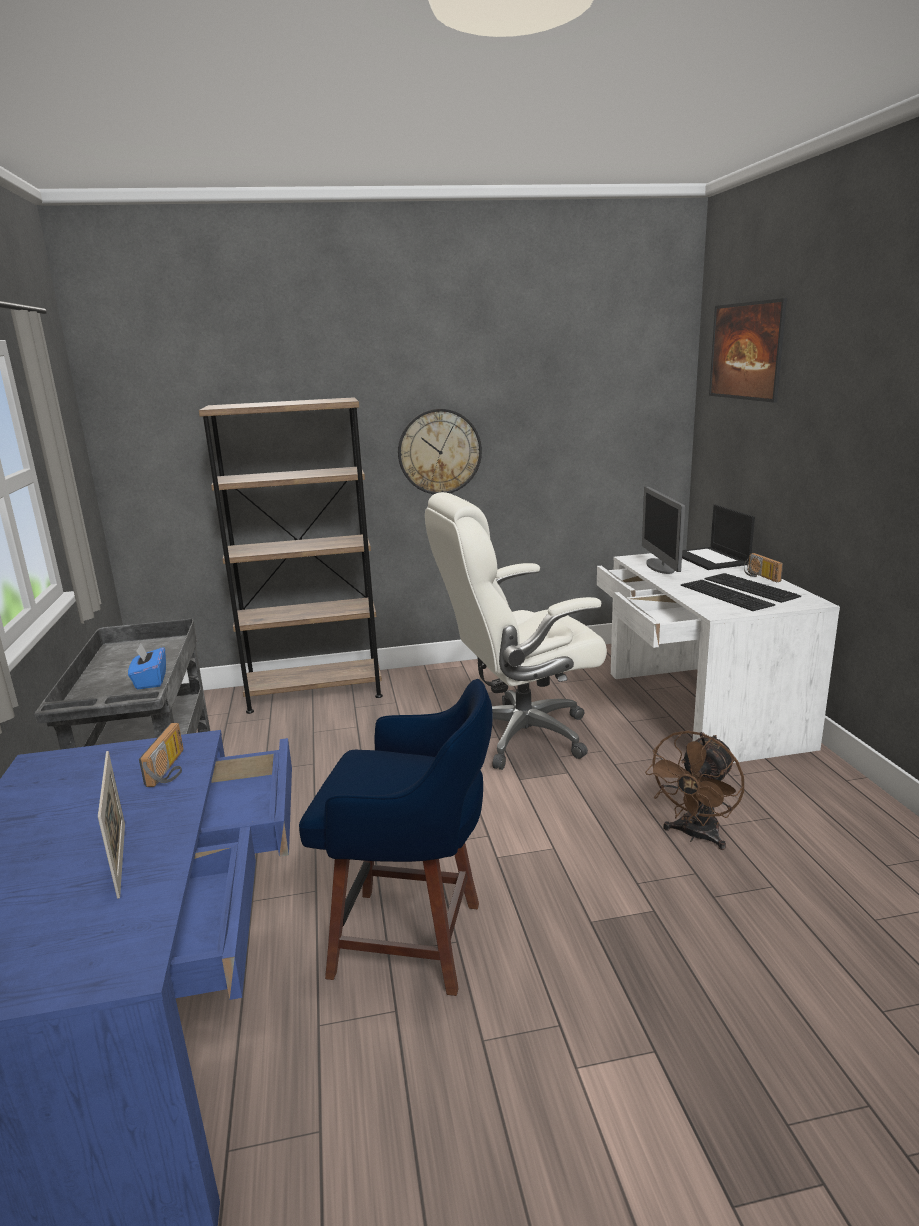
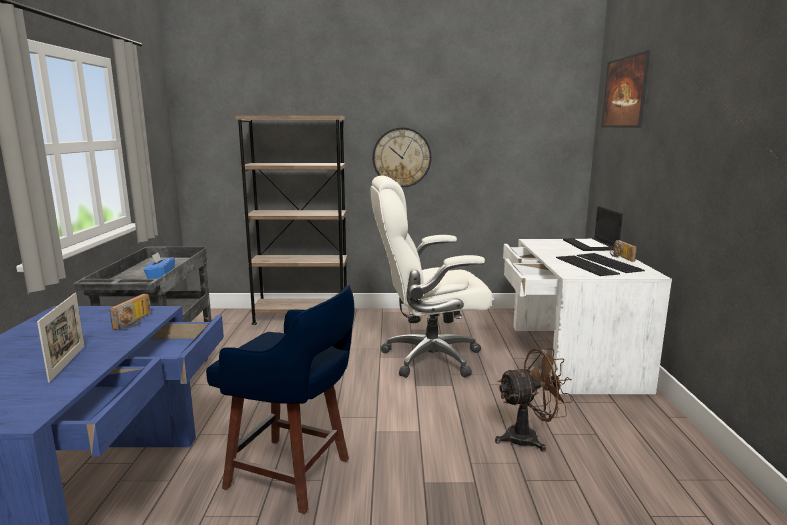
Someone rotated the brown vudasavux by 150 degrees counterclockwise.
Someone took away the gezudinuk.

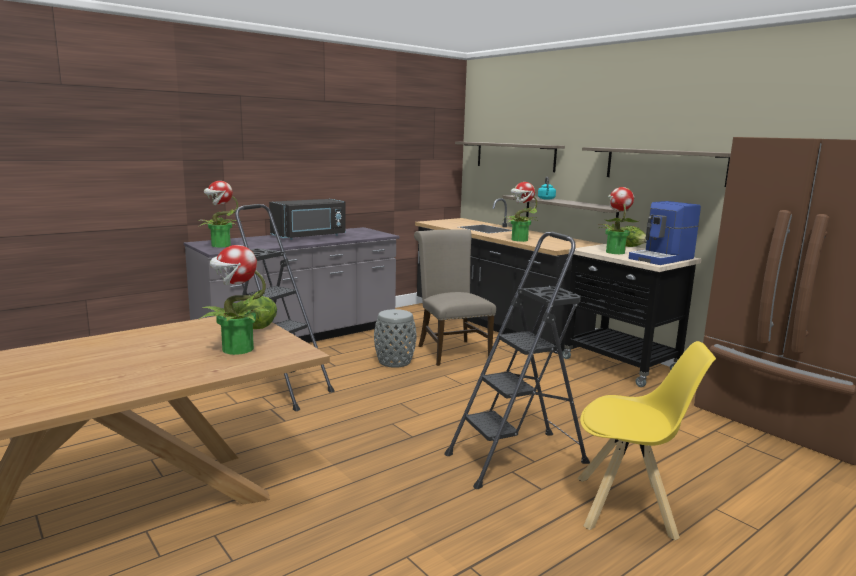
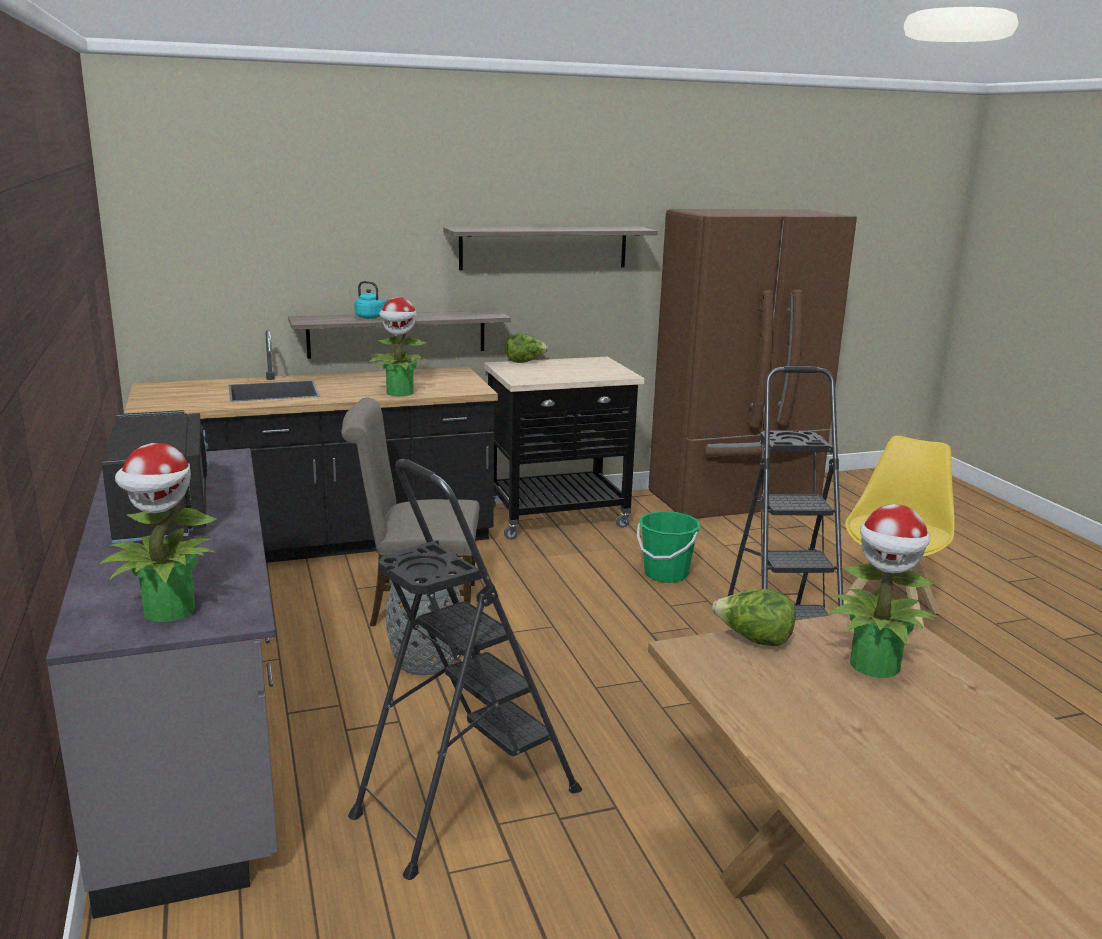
Someone put down the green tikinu.
Someone took away the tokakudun (1st from left).
Someone took away the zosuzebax (4th from left).
Someone took away the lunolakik.

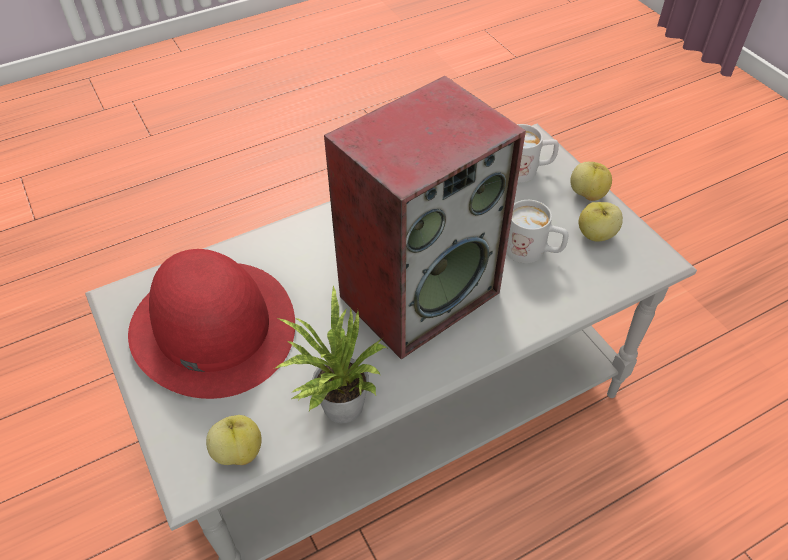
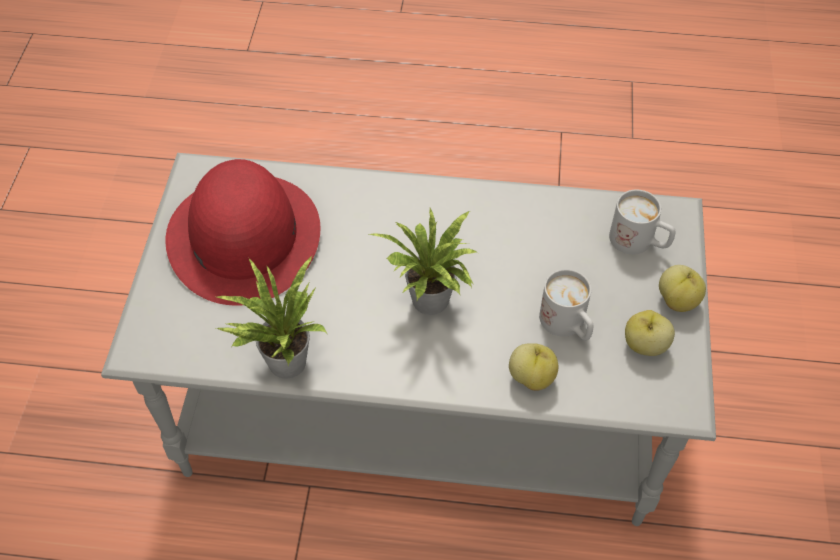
Someone swapped the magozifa for the zosuzebax (2nd from left).
Someone carried the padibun (1st from left).

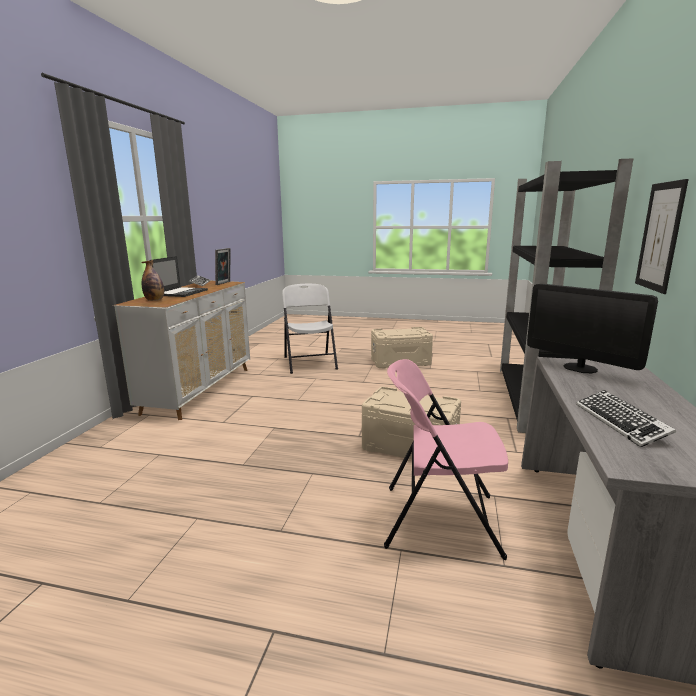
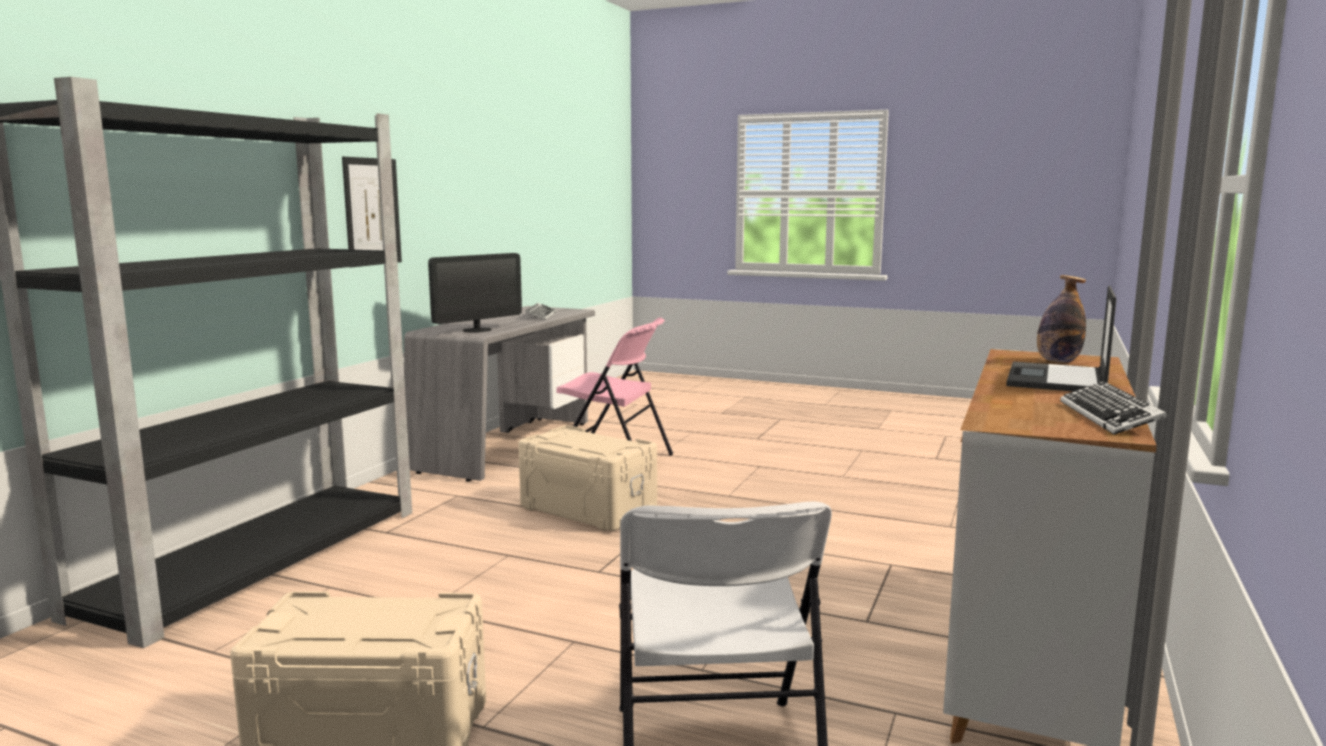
Someone rotated the gezudinuk by 75 degrees clockwise.
Someone took away the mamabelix.

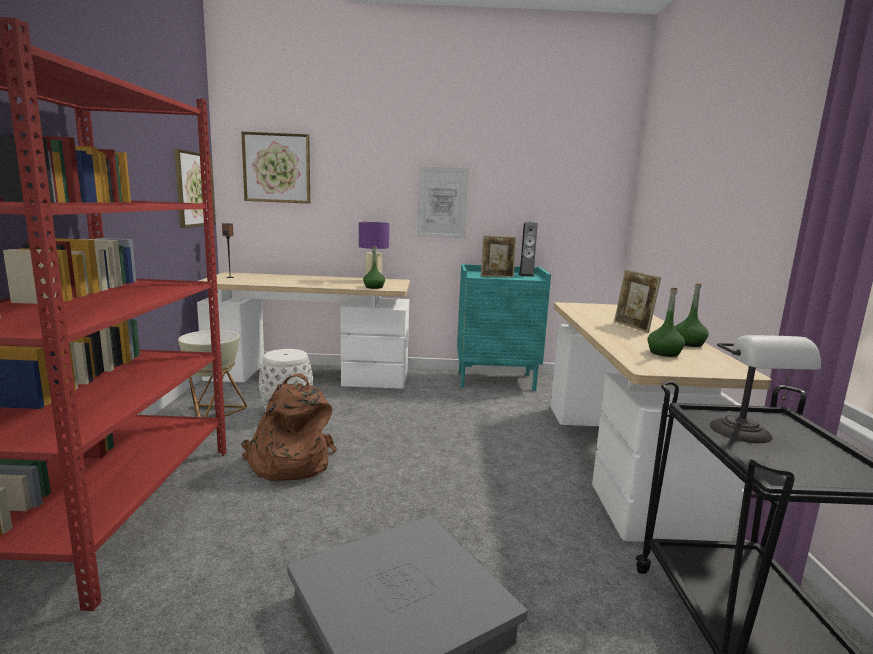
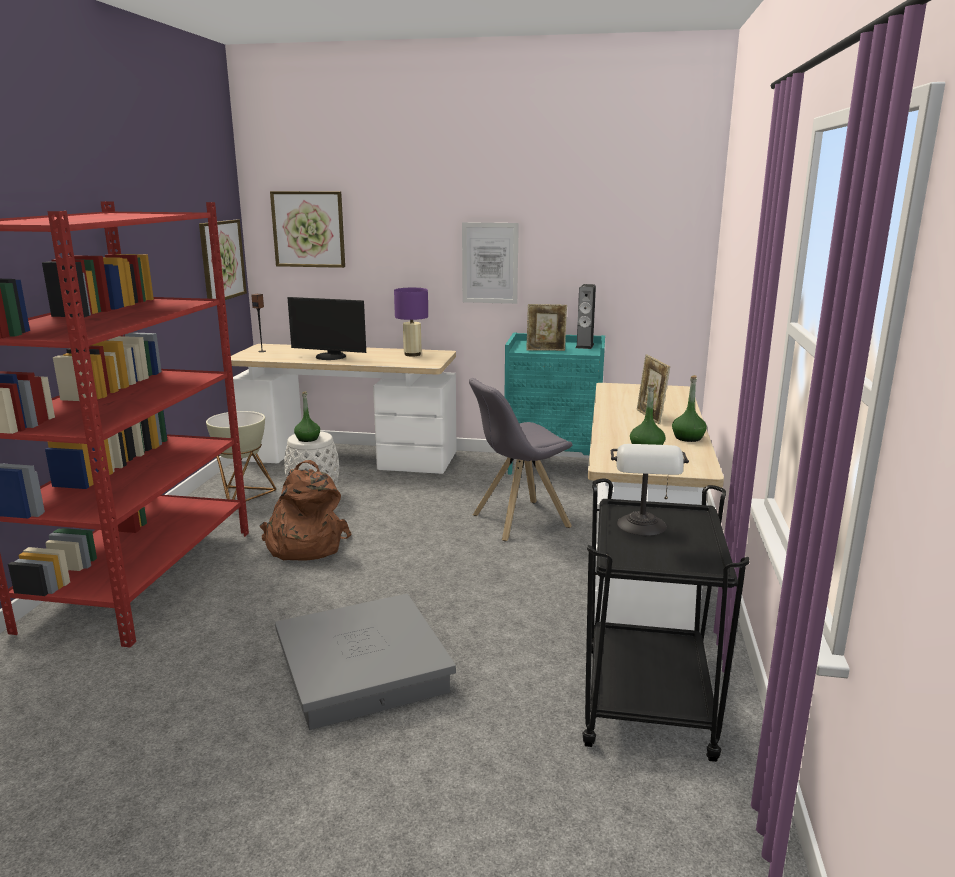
Someone put down the gezudinuk.
Someone carried the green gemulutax (1st from left).
Someone put down the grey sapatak.

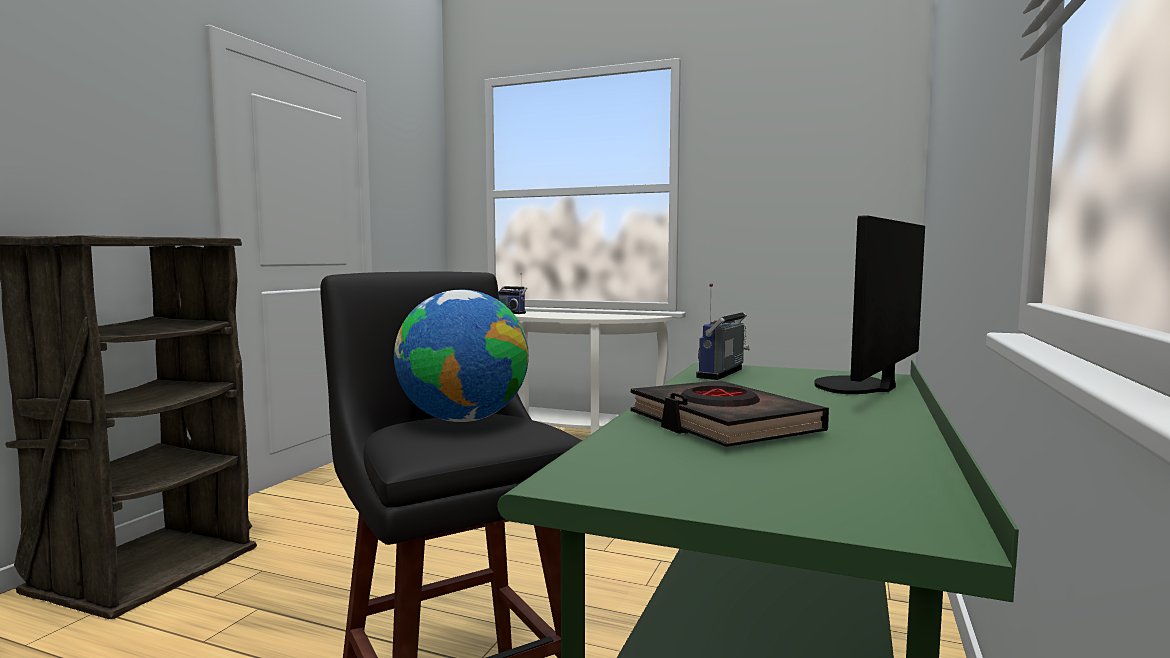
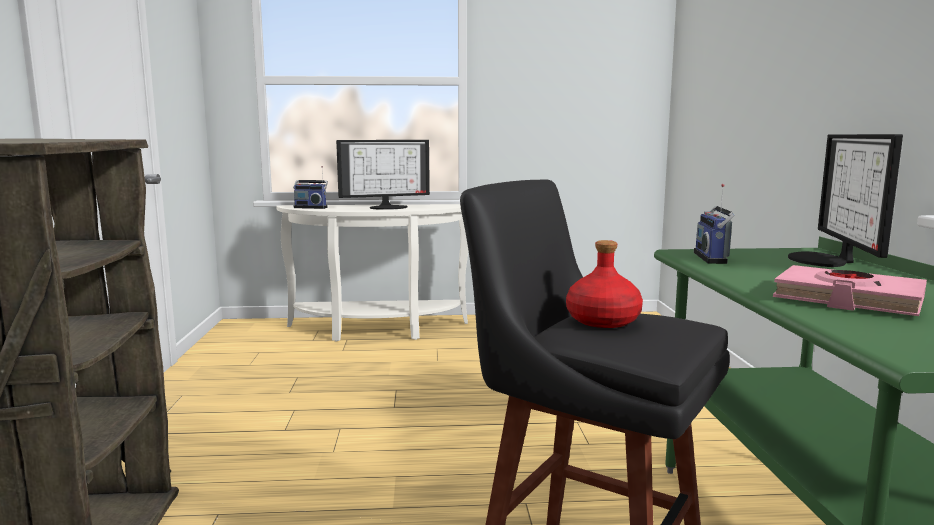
Someone put down the gezudinuk (1st from left).
Someone swapped the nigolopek for the red gemulutax.
Someone repainted the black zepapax, which became the pink zepapax.

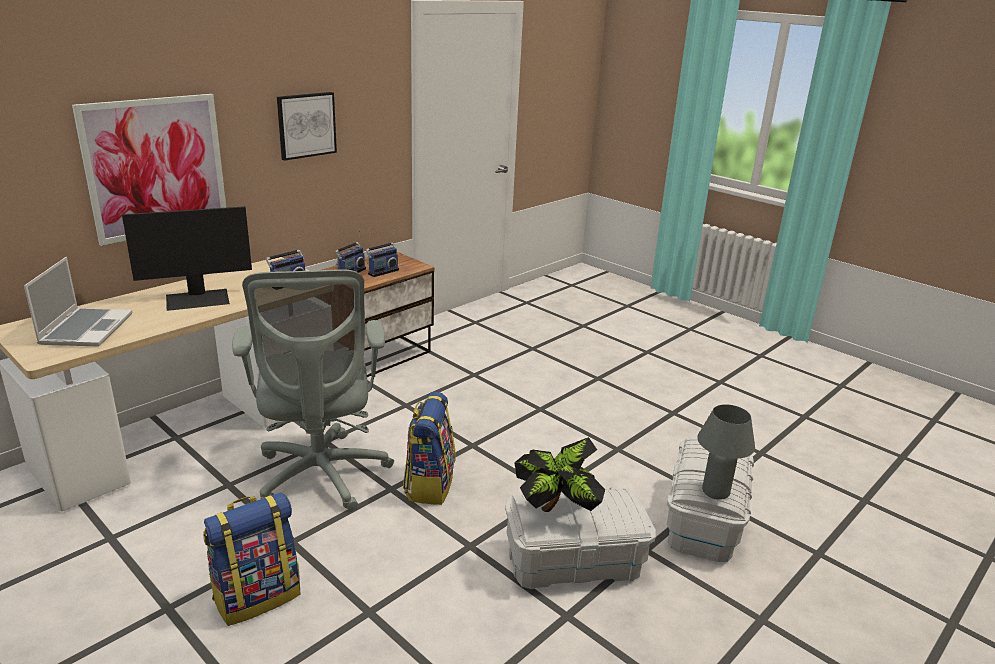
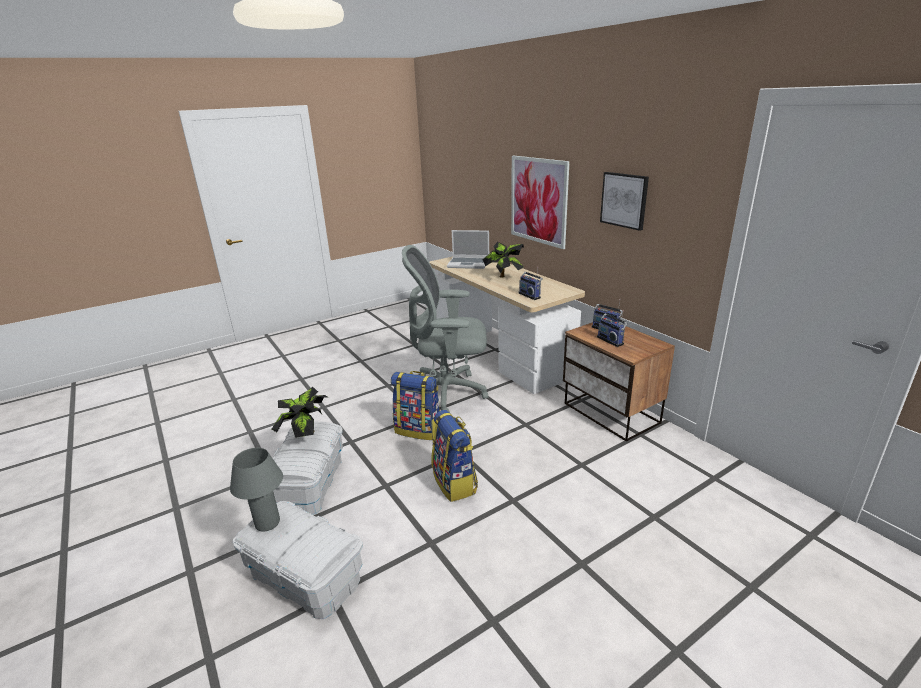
Someone carried the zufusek (1st from left in the first image).
Someone swapped the gezudinuk for the zosuzebax (2nd from left).

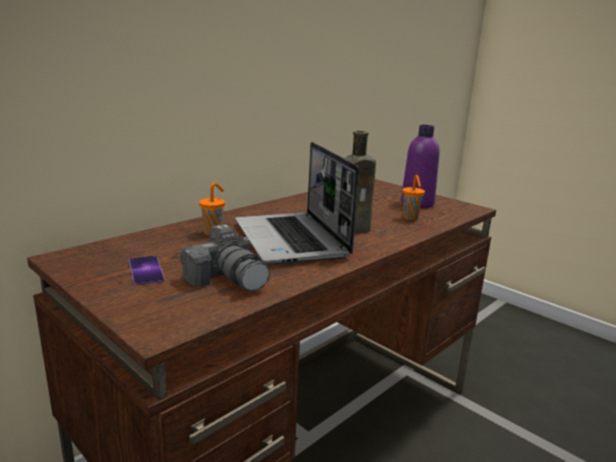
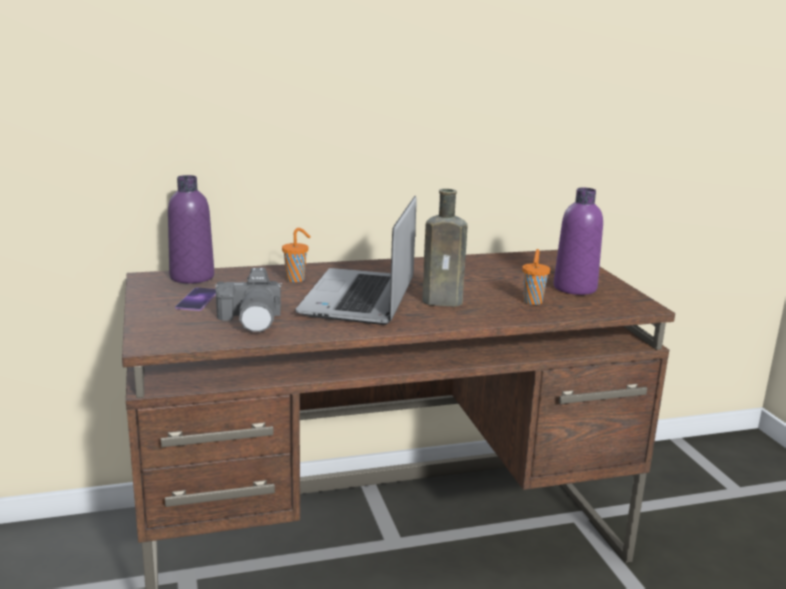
Someone put down the purple gemulutax (1st from left).

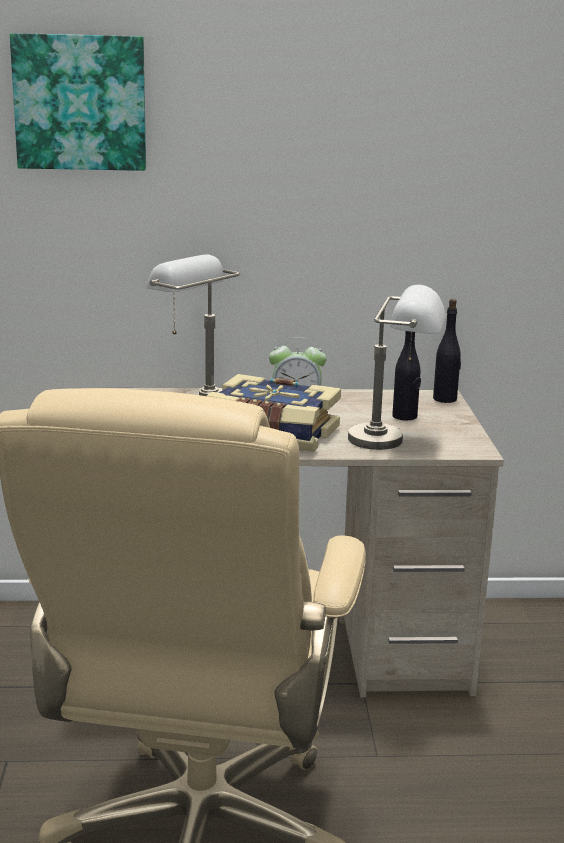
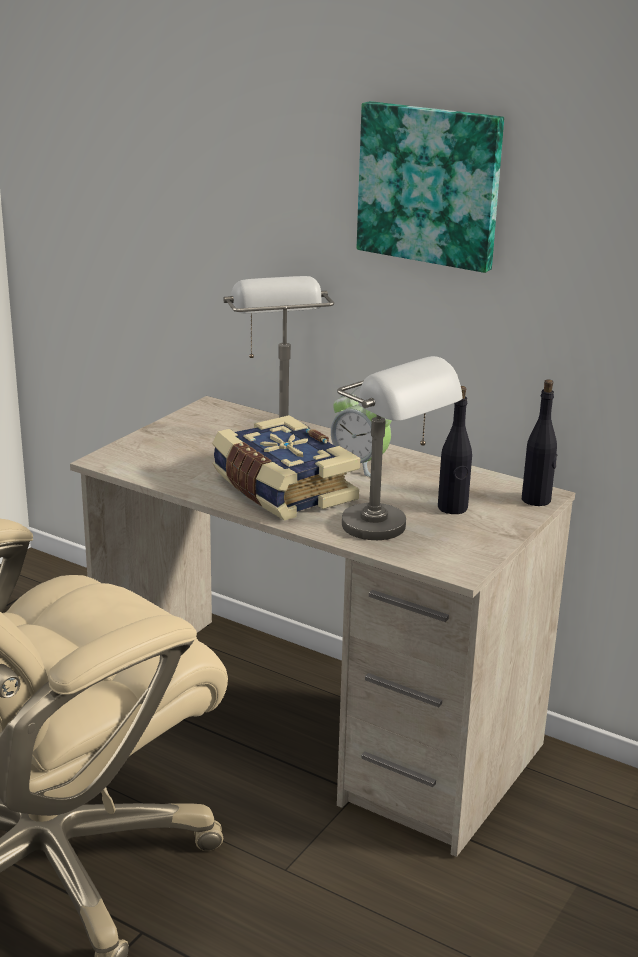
Someone carried the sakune.

